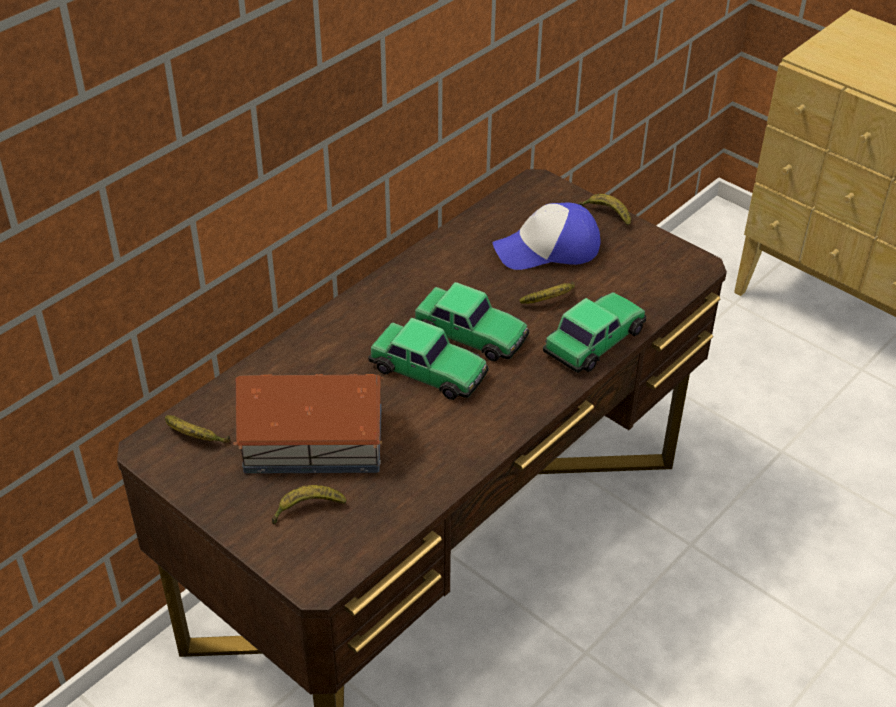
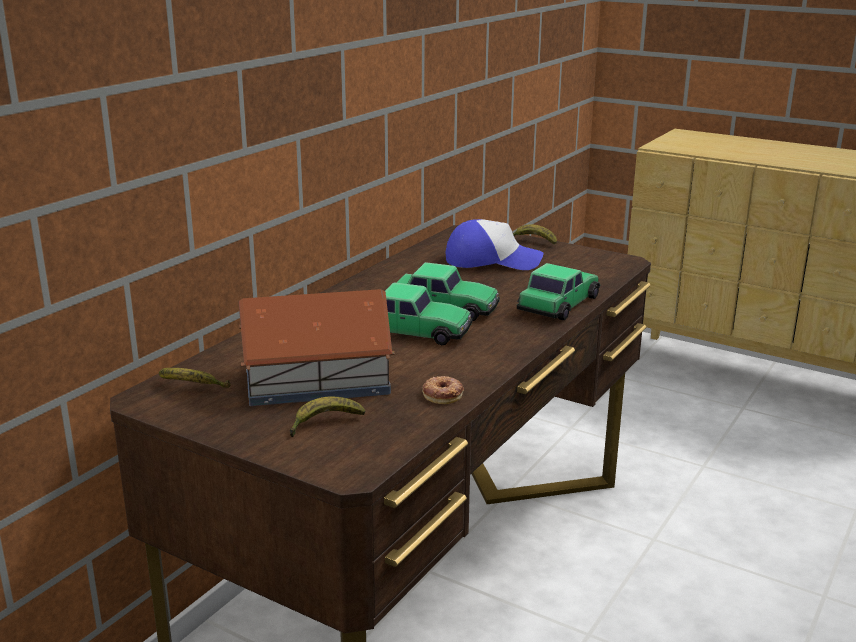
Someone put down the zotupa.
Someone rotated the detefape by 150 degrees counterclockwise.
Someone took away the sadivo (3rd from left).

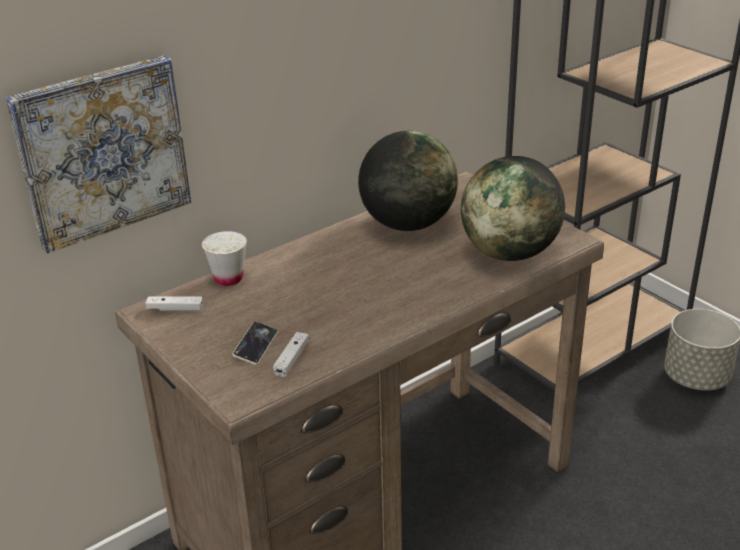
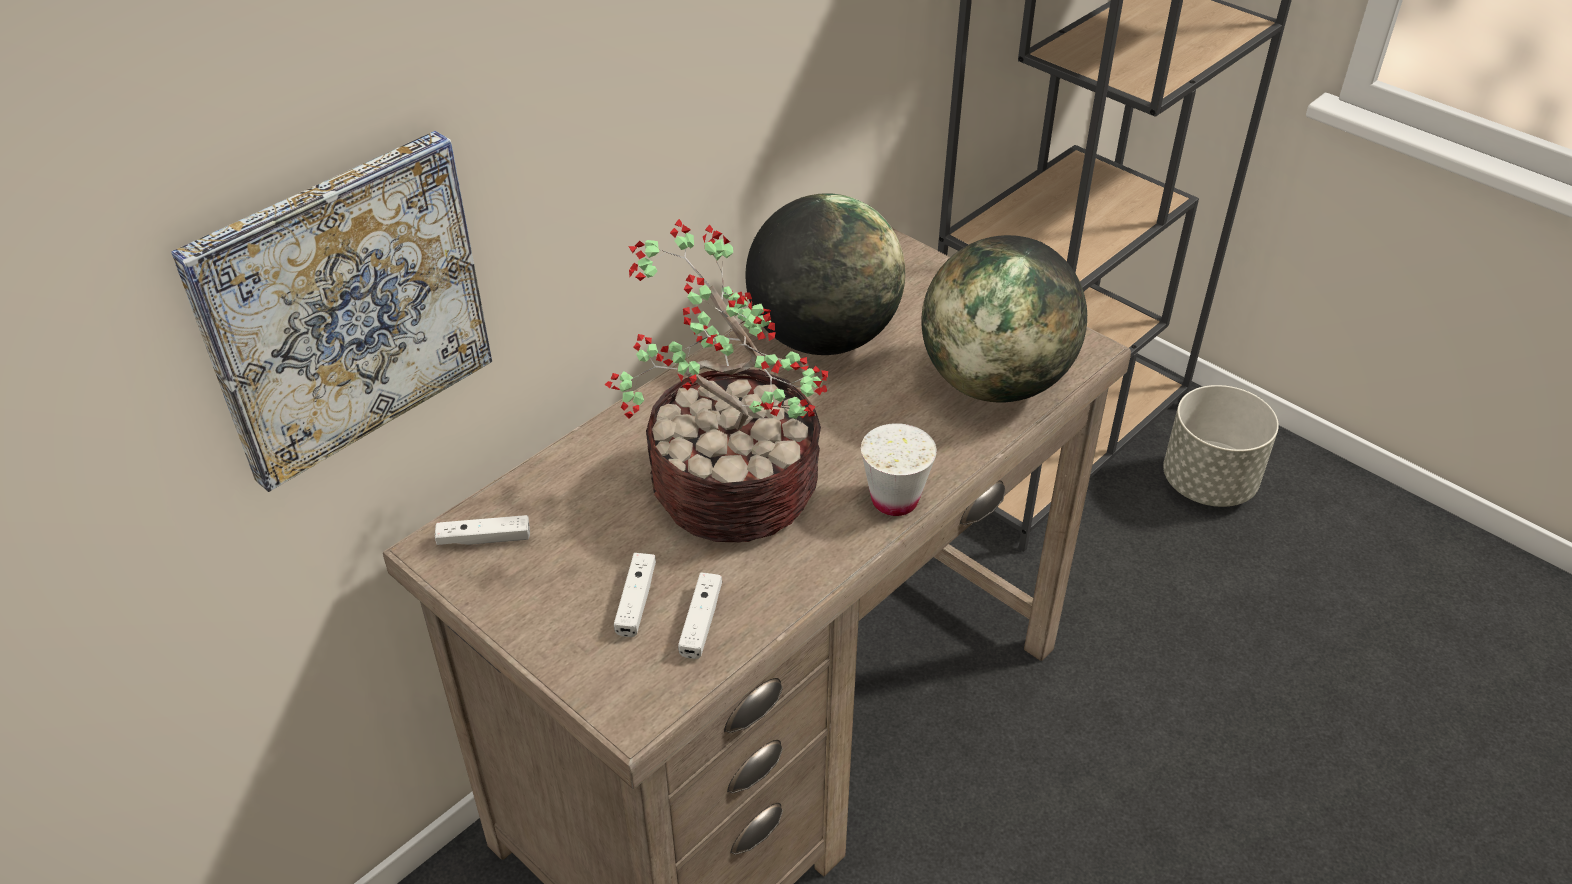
Someone put down the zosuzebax.
Someone swapped the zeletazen for the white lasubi (2nd from left).
Someone carried the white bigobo.

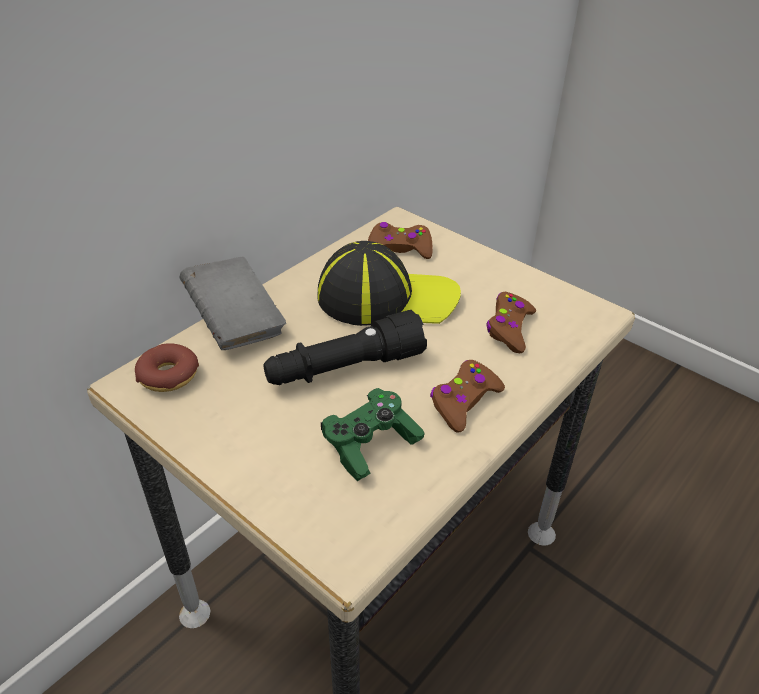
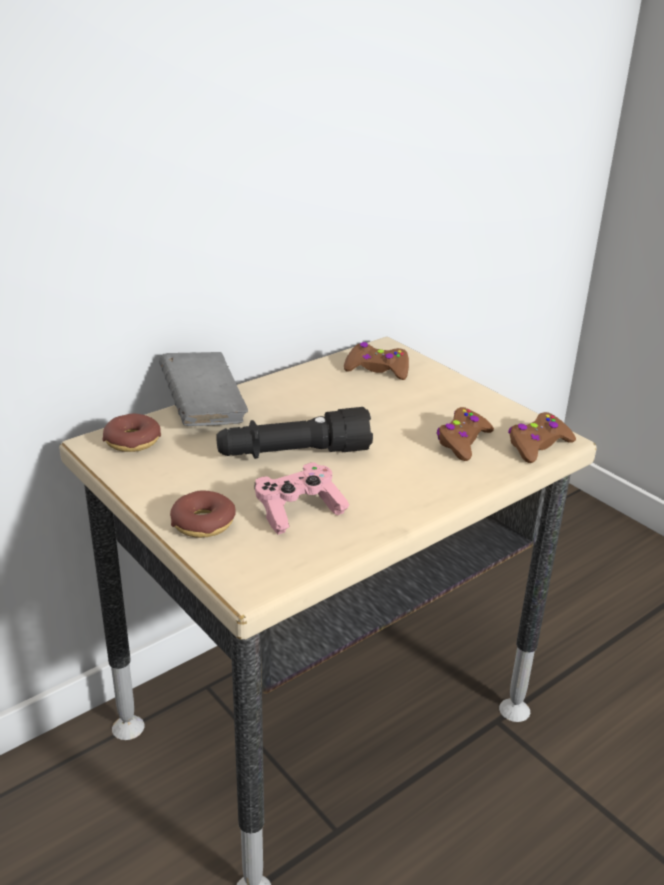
Someone put down the zotupa (2nd from left).
Someone repainted the green lasubi, which became the pink lasubi.
Someone carried the brown lasubi (2nd from left in the first image).
Someone took away the detefape.

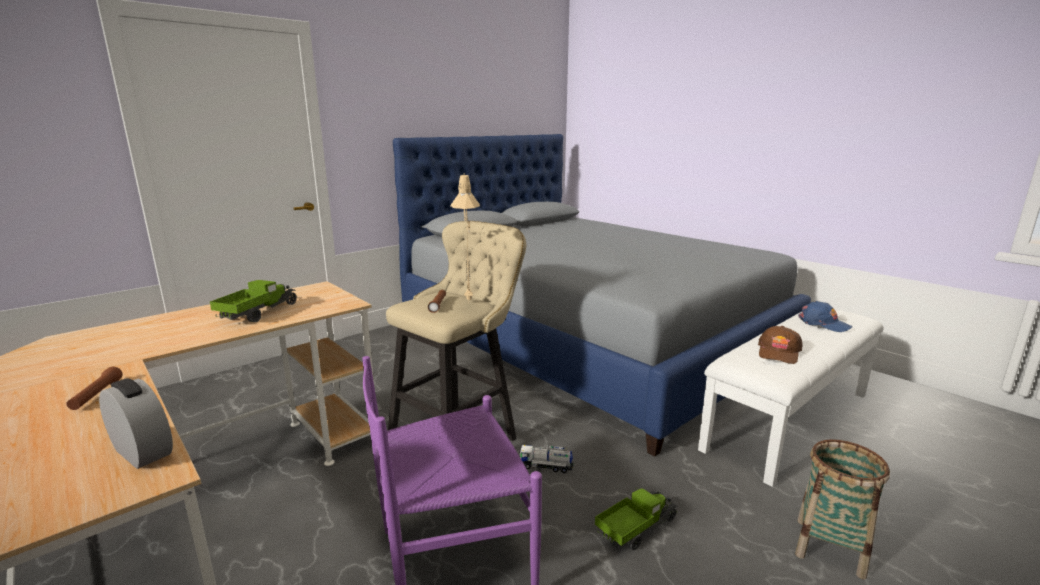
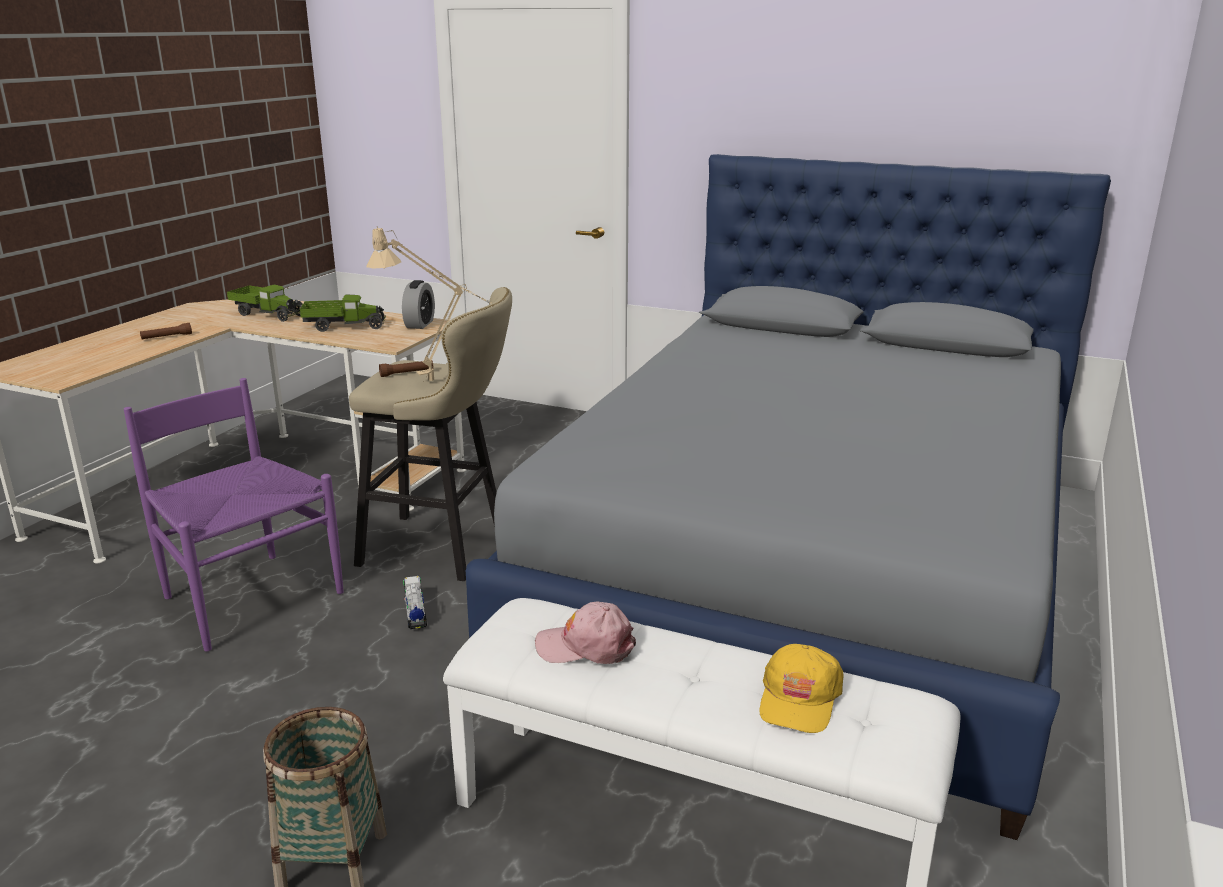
Someone carried the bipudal (3rd from left in the first image).
Someone carried the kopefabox.
Someone repainted the brown detefape, which became the pink detefape.
Someone repainted the blue detefape, which became the yellow detefape.

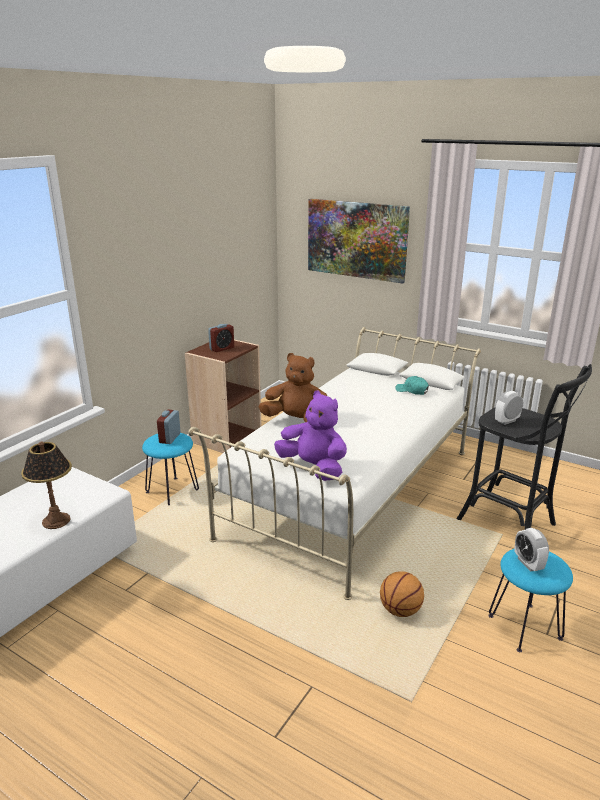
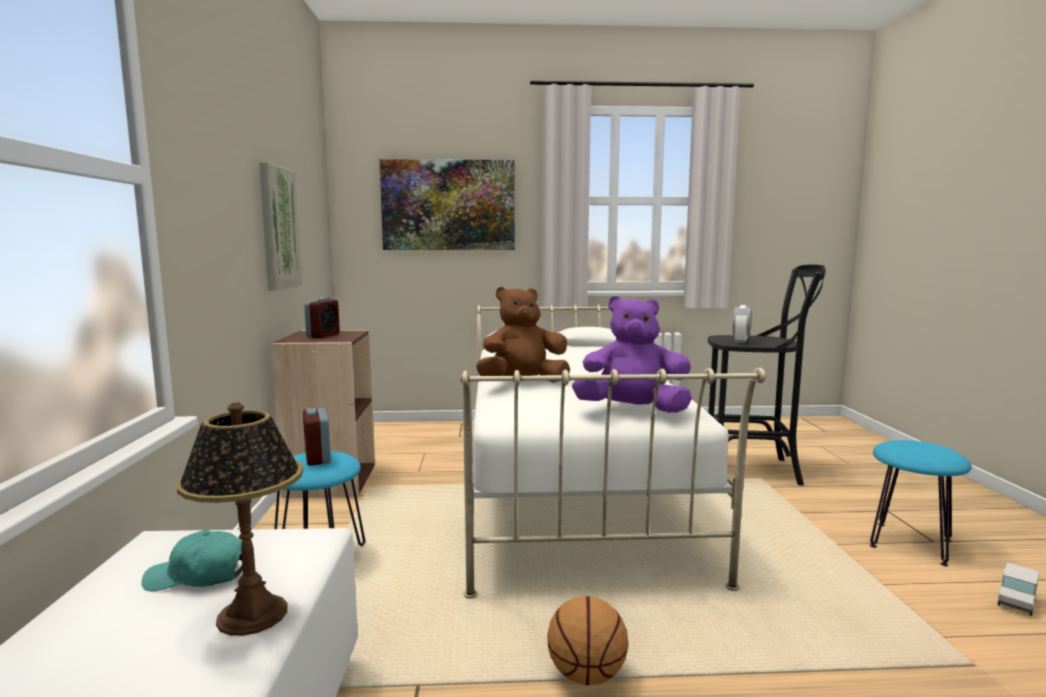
Someone carried the turquoise detefape.
Someone put up the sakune (1st from left).
Someone carried the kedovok.
Someone put down the bipudal.
Someone took away the kopefabox (4th from left).

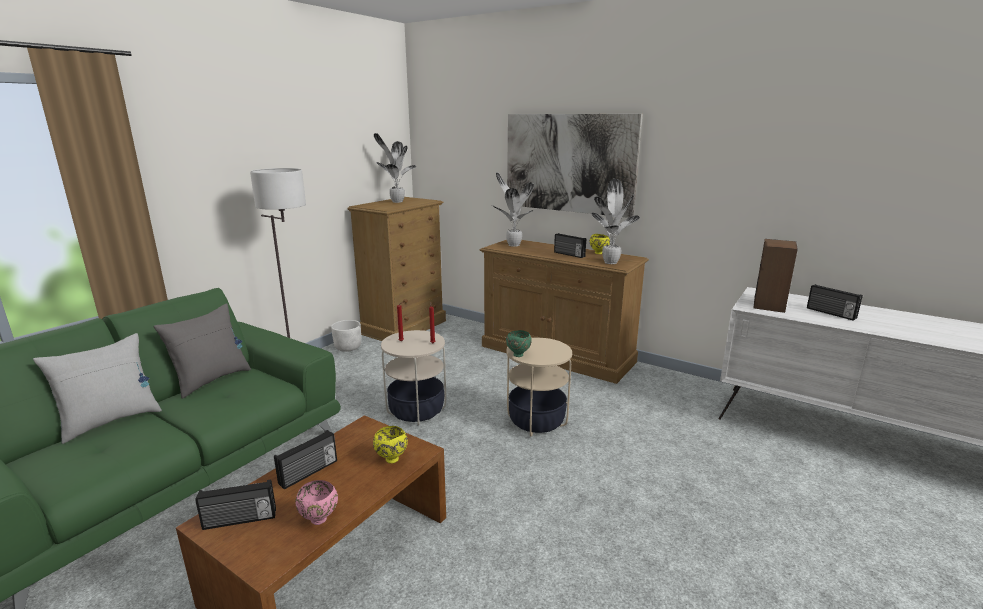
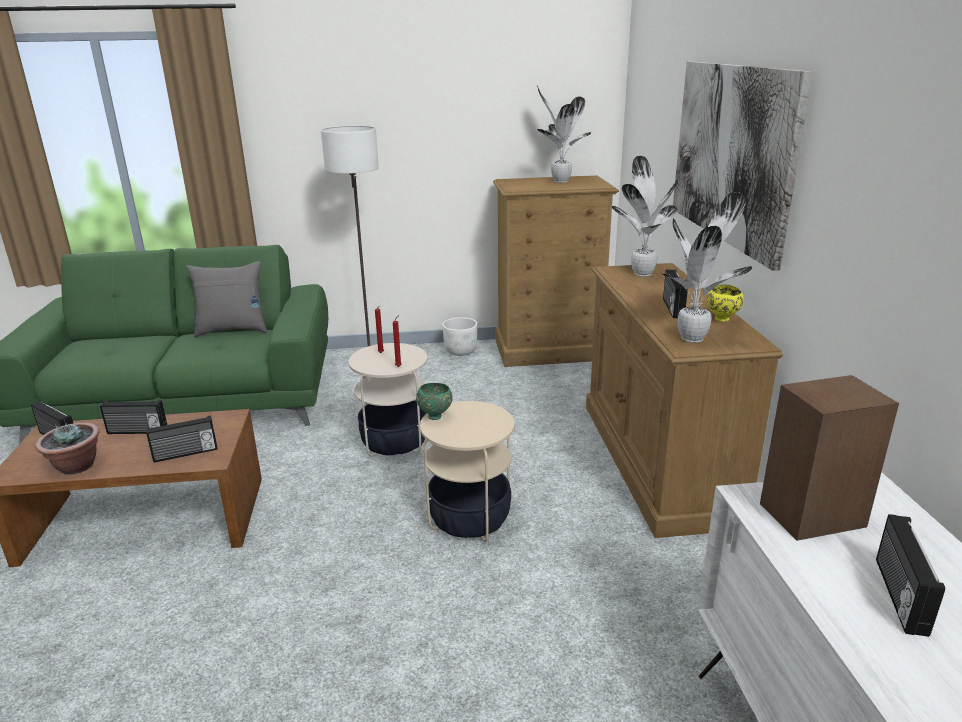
Someone swapped the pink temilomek for the zosuzebax (1st from left).
Someone swapped the yellow temilomek (1st from left) for the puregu (3rd from left).
Someone took away the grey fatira (1st from left).

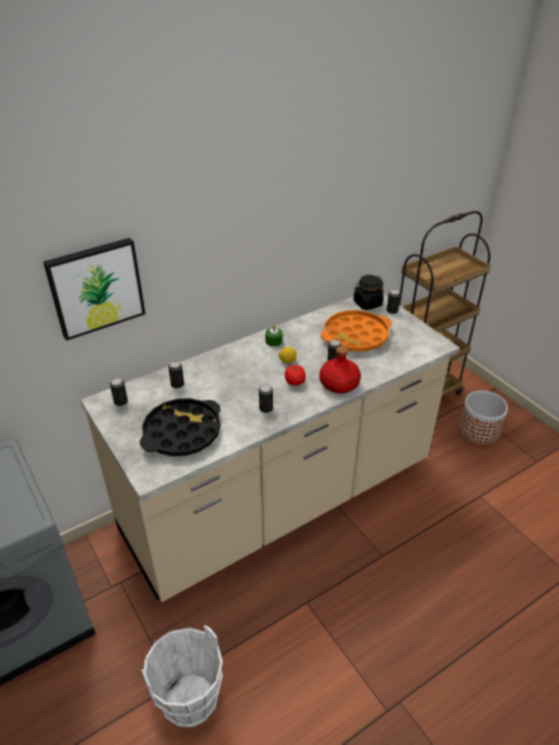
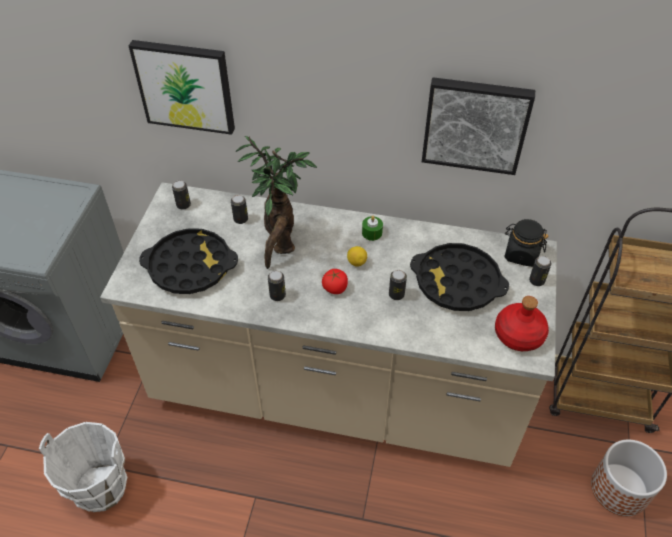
Someone put down the zosuzebax.
Someone repainted the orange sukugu, which became the black sukugu (2nd from left).
Someone put up the sakune (2nd from left).
Someone carried the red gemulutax.

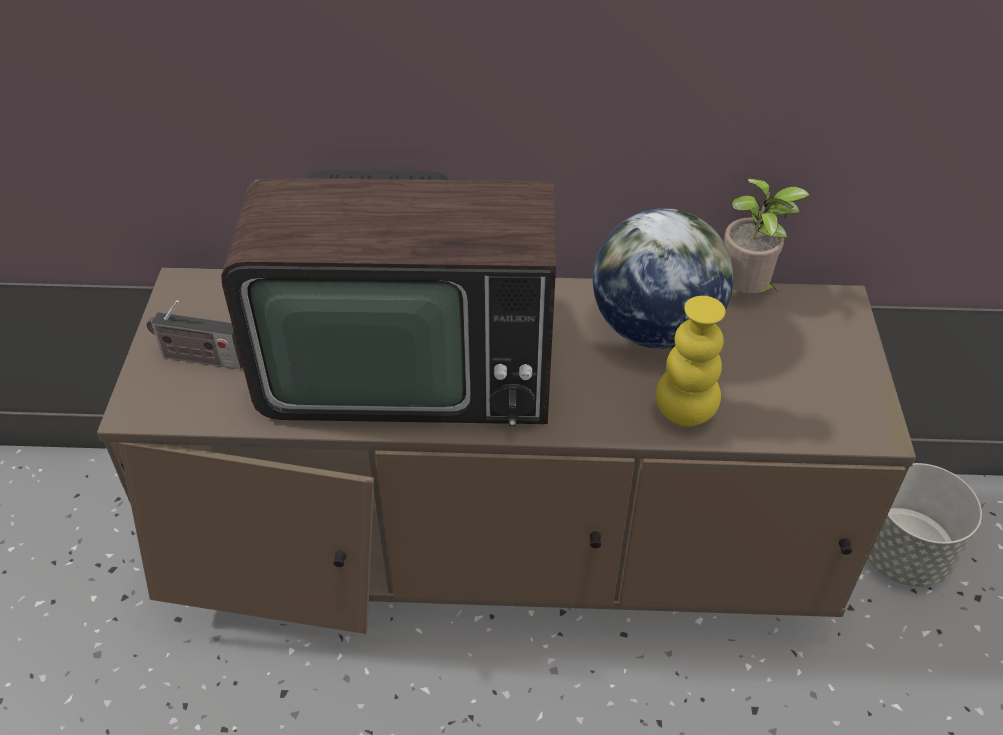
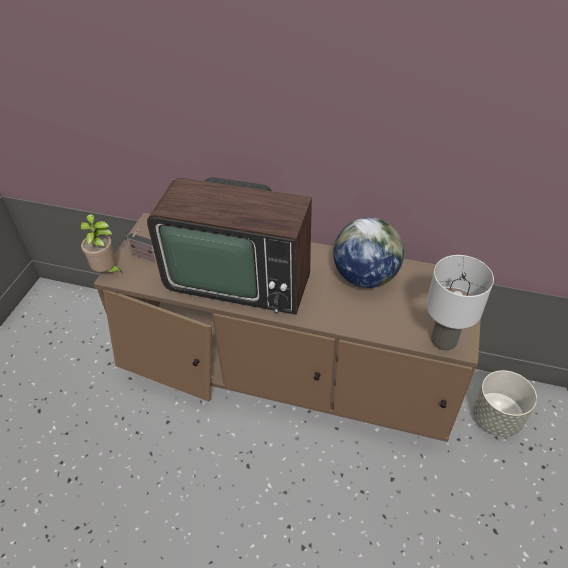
Someone carried the zosuzebax.
Someone put down the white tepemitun.
Someone took away the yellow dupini.

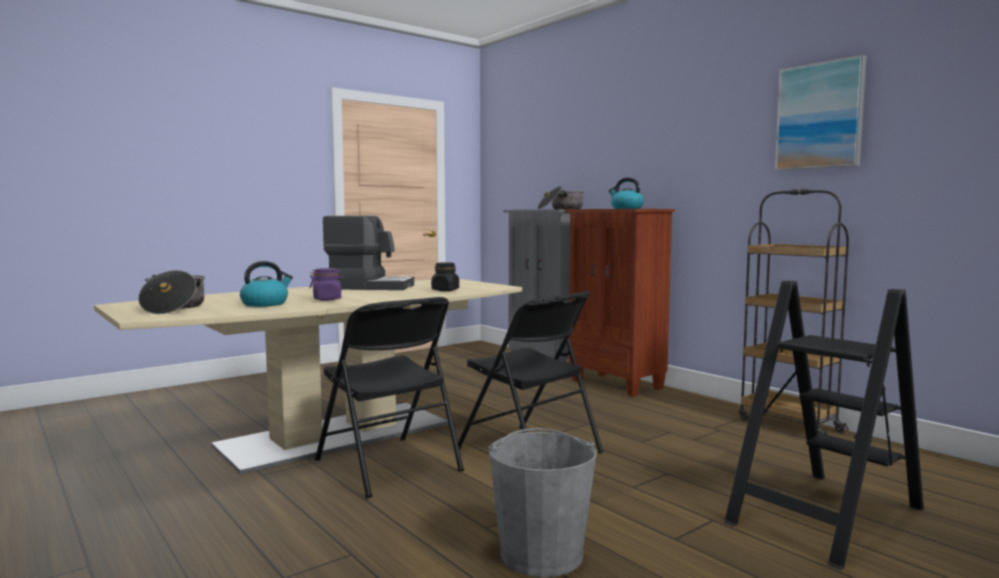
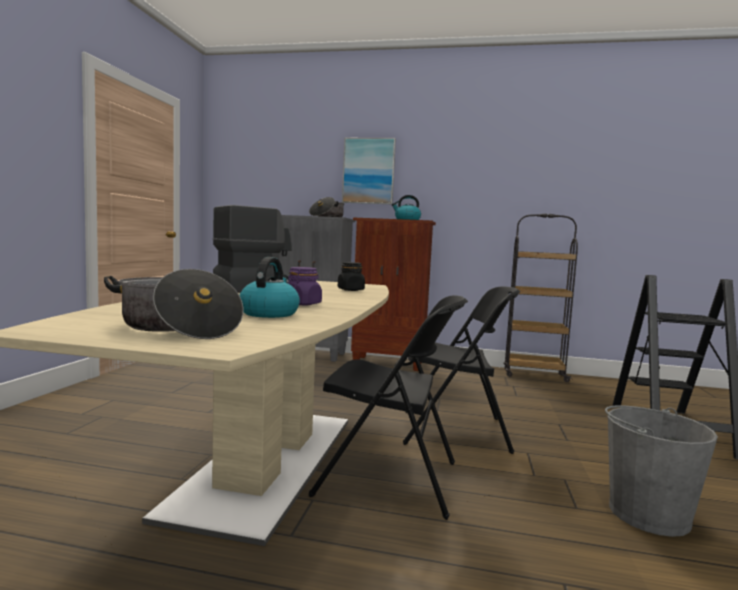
Someone carried the sakune.

